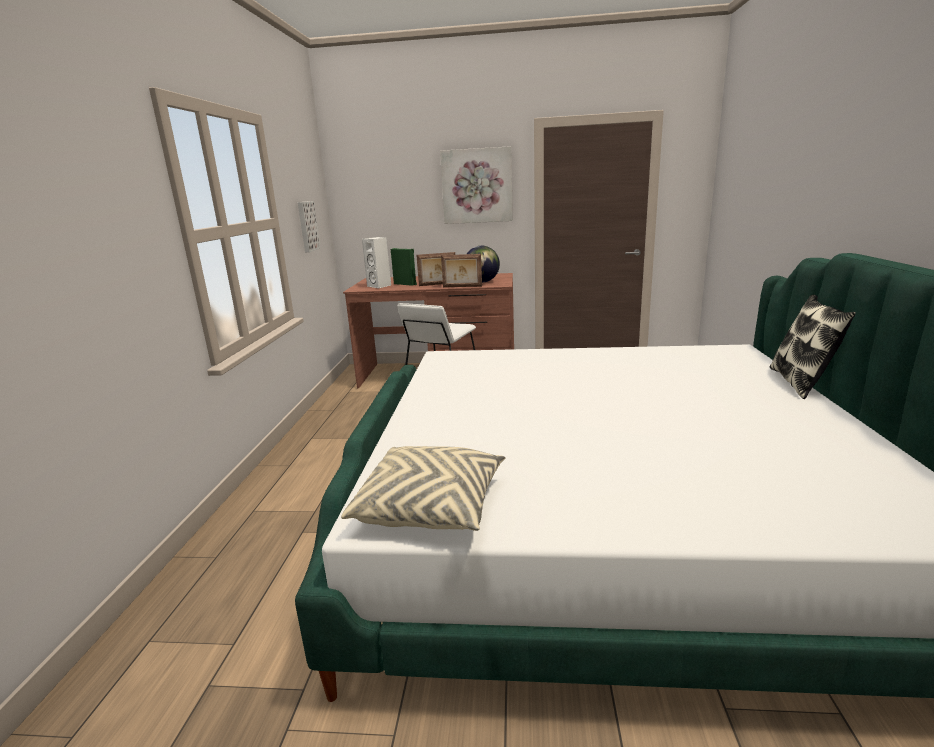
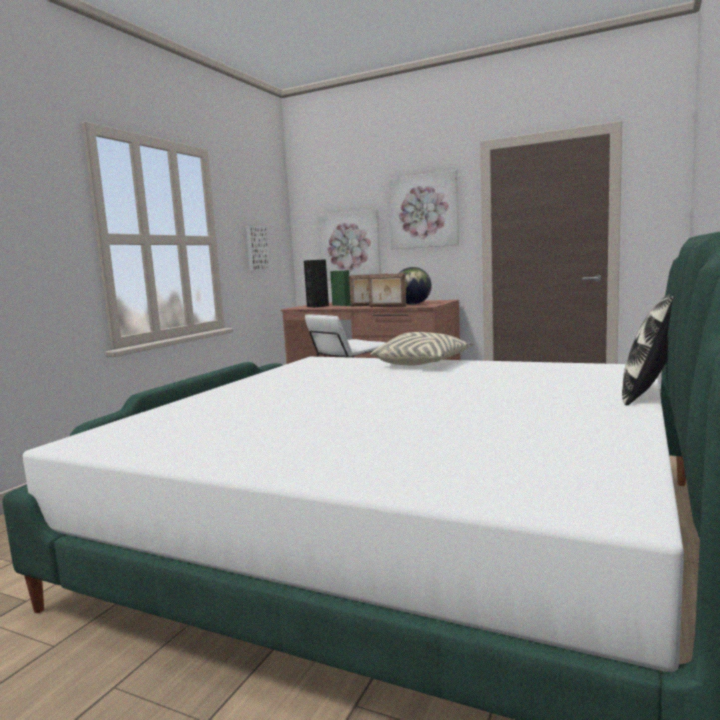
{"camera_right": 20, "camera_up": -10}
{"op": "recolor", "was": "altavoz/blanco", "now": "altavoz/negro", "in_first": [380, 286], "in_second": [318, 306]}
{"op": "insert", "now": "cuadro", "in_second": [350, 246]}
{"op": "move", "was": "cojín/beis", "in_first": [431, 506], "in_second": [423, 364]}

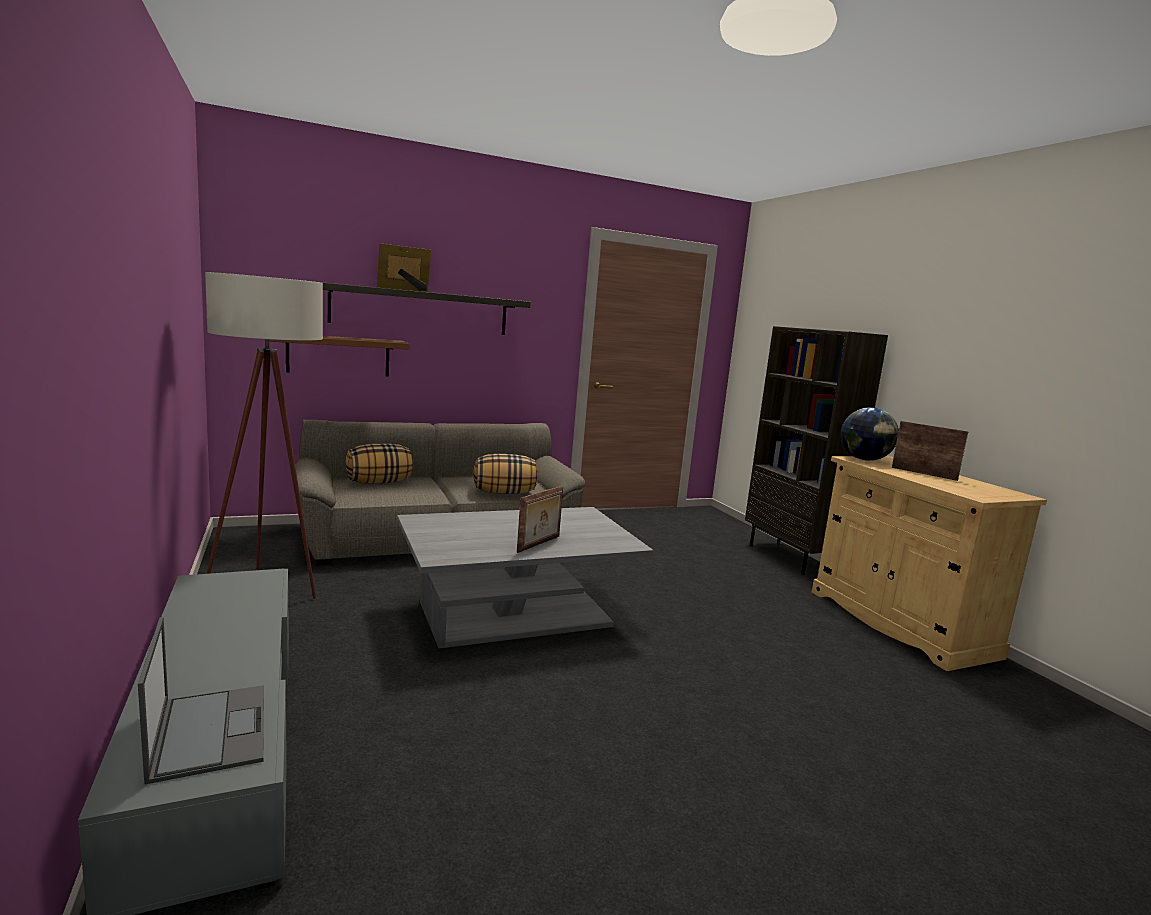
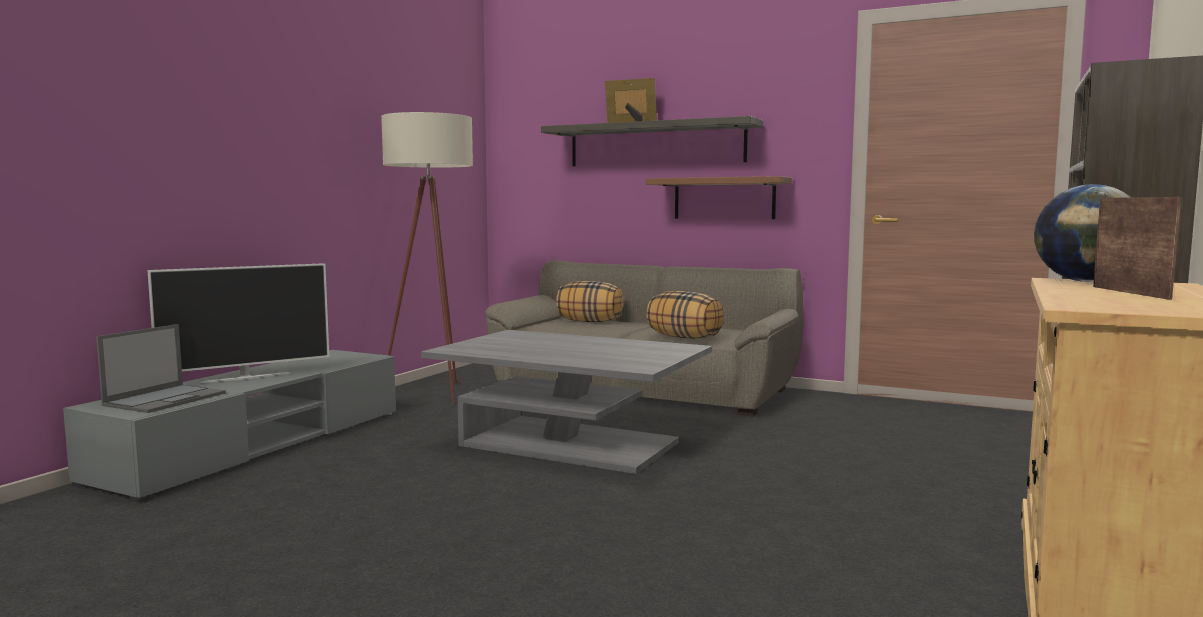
{"camera_right": 50, "camera_up": -5}
{"op": "insert", "now": "televisor", "in_second": [246, 377]}
{"op": "move", "was": "estante/marrón", "in_first": [338, 355], "in_second": [724, 198]}
{"op": "delete", "was": "portarretratos", "in_first": [539, 544]}

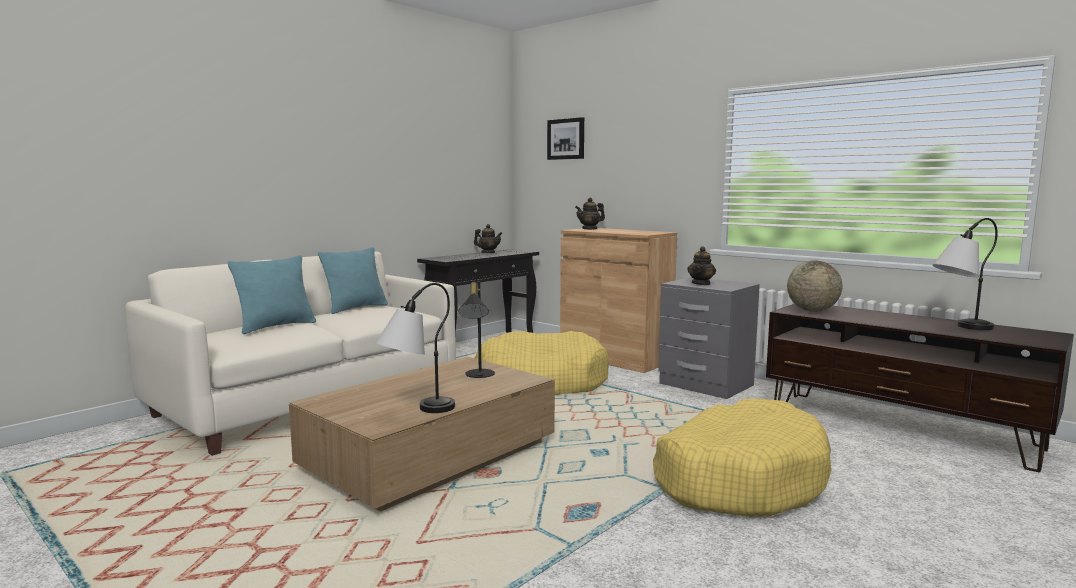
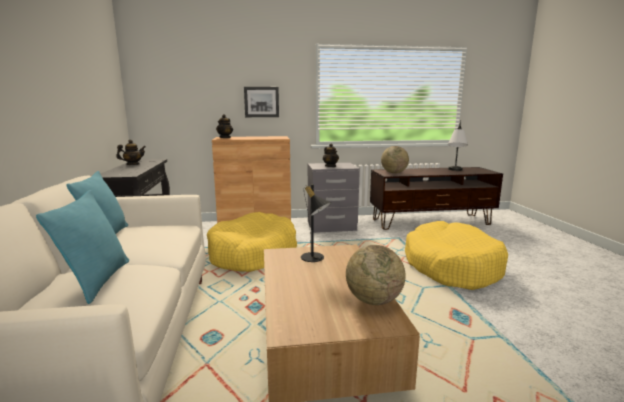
{"camera_right": -50, "camera_up": 5}
{"op": "move", "was": "cuadro", "in_first": [566, 139], "in_second": [261, 102]}
{"op": "replace", "was": "lámpara de mesa", "now": "globo terráqueo", "in_first": [416, 412], "in_second": [373, 300]}

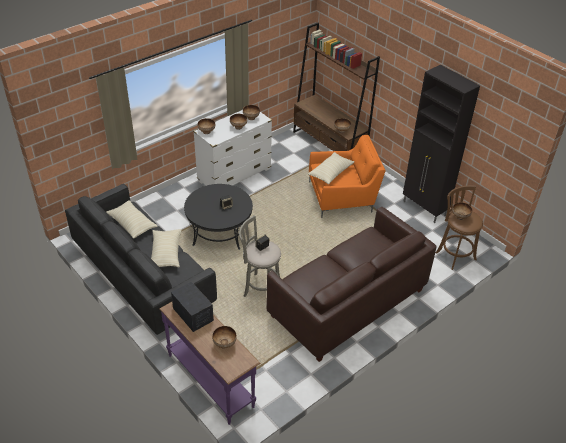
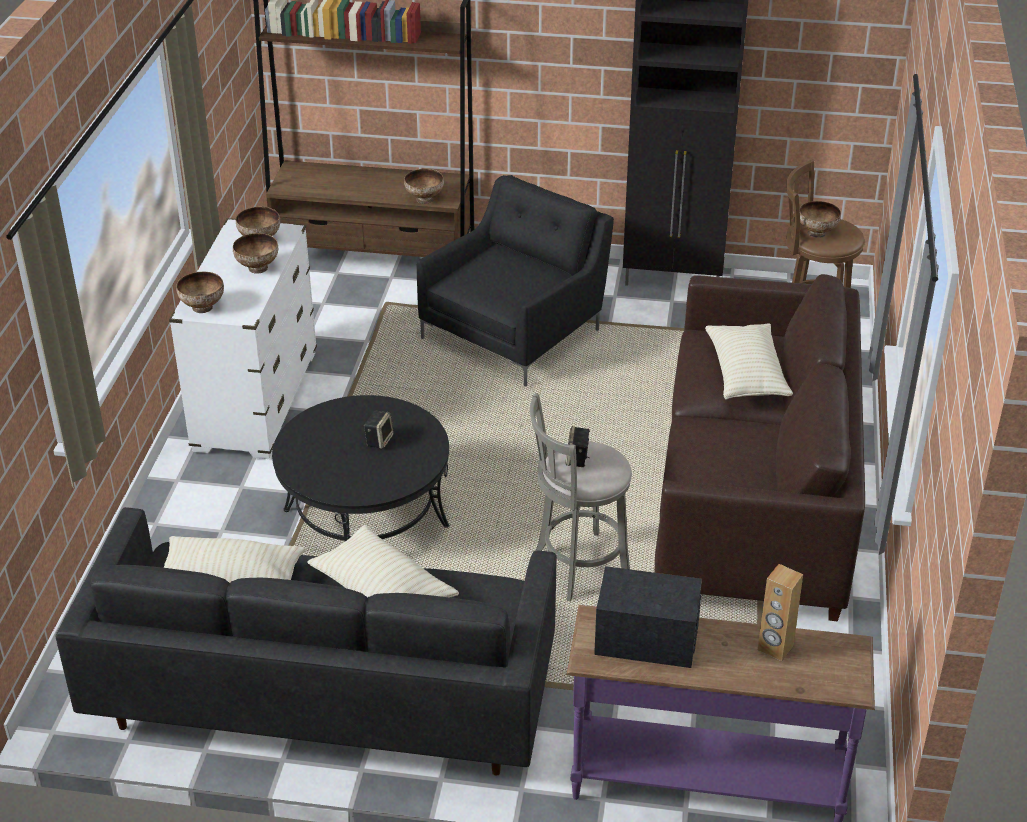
{"camera_right": -40, "camera_up": -5}
{"op": "recolor", "was": "sillón/naranja", "now": "sillón/negro", "in_first": [343, 197], "in_second": [515, 331]}
{"op": "move", "was": "cojín/beis", "in_first": [331, 173], "in_second": [746, 374]}
{"op": "replace", "was": "cuenco", "now": "altavoz/marrón", "in_first": [225, 344], "in_second": [775, 648]}

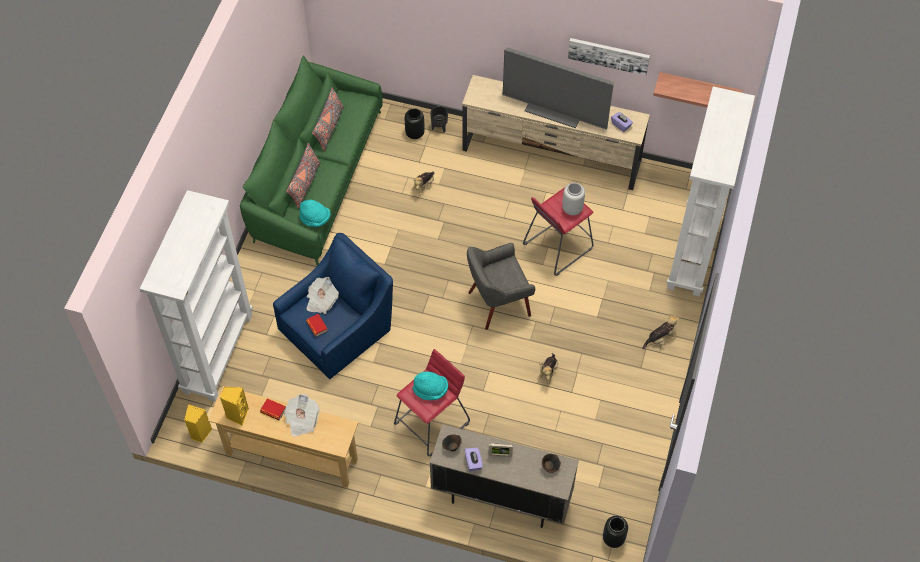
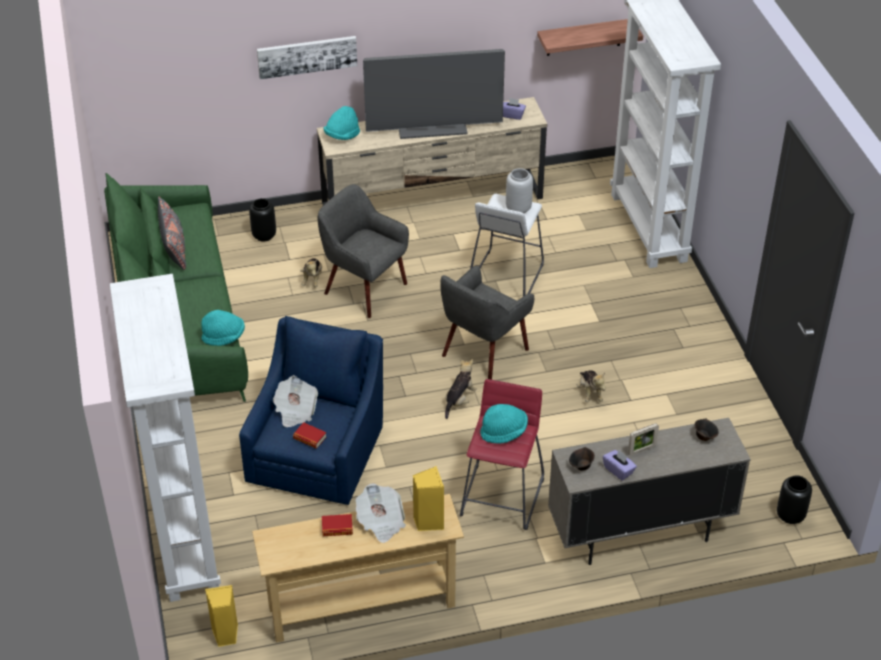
{"camera_right": -30, "camera_up": -15}
{"op": "move", "was": "cuadro", "in_first": [608, 55], "in_second": [307, 56]}
{"op": "insert", "now": "sillón/gris", "in_second": [364, 288]}
{"op": "insert", "now": "sombrero/turquesa", "in_second": [342, 136]}
{"op": "move", "was": "altavoz/amarillo", "in_first": [237, 415], "in_second": [428, 521]}
{"op": "move", "was": "peluche", "in_first": [660, 338], "in_second": [459, 400]}
{"op": "recolor", "was": "taburete/rojo", "now": "taburete/blanco", "in_first": [557, 247], "in_second": [505, 276]}
{"op": "delete", "was": "cojín/gris", "in_first": [305, 184]}
{"op": "delete", "was": "maceta/negro", "in_first": [439, 127]}

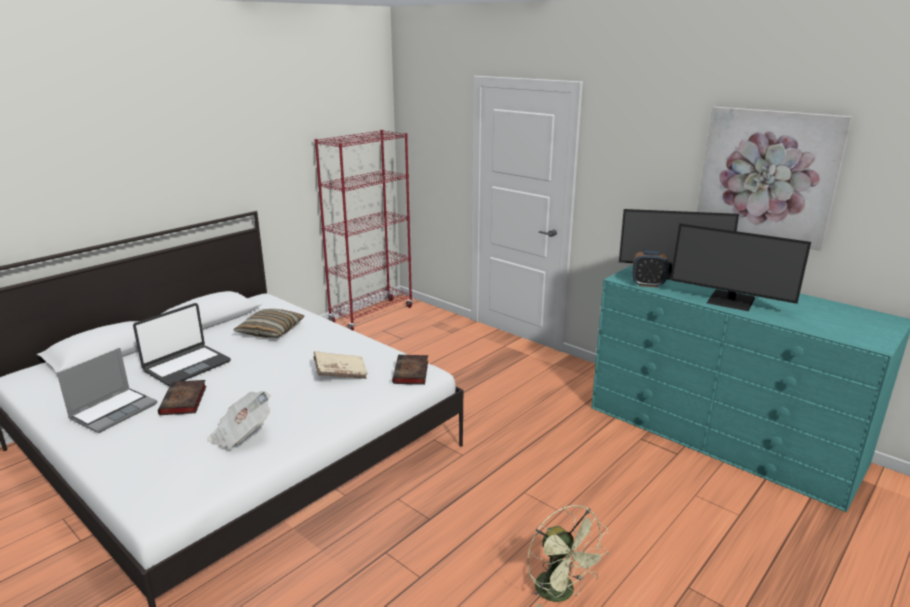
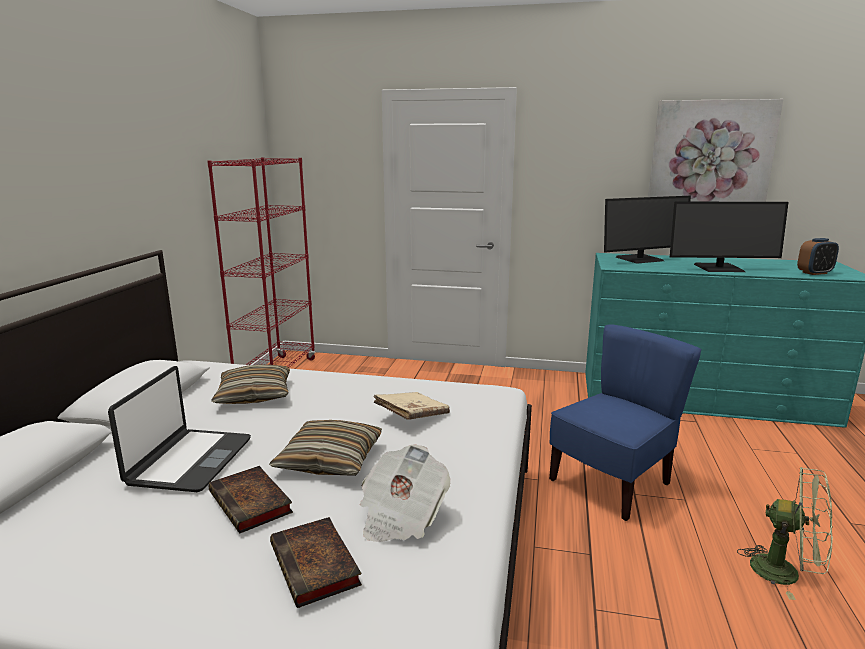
{"camera_right": -30, "camera_up": -5}
{"op": "insert", "now": "cojín", "in_second": [330, 460]}
{"op": "move", "was": "libro", "in_first": [411, 373], "in_second": [316, 567]}
{"op": "insert", "now": "silla/azul", "in_second": [611, 483]}
{"op": "move", "was": "despertador", "in_first": [647, 284], "in_second": [814, 273]}
{"op": "delete", "was": "portátil", "in_first": [114, 411]}

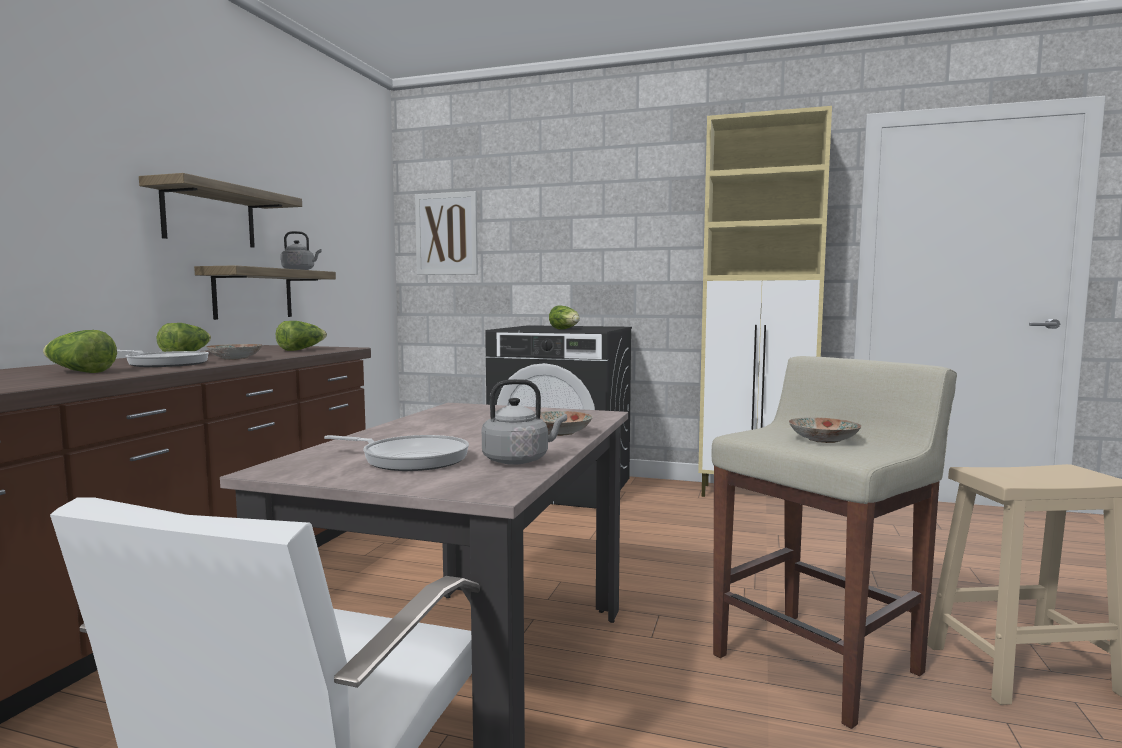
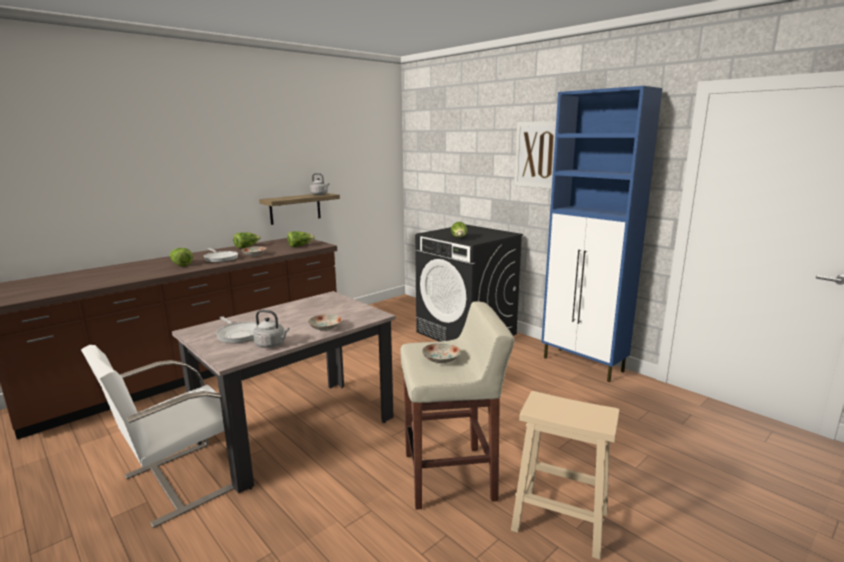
{"camera_right": 30, "camera_up": 10}
{"op": "move", "was": "cuadro", "in_first": [446, 234], "in_second": [538, 155]}
{"op": "recolor", "was": "armario/beis", "now": "armario/azul", "in_first": [756, 495], "in_second": [583, 365]}
{"op": "delete", "was": "estante", "in_first": [209, 216]}

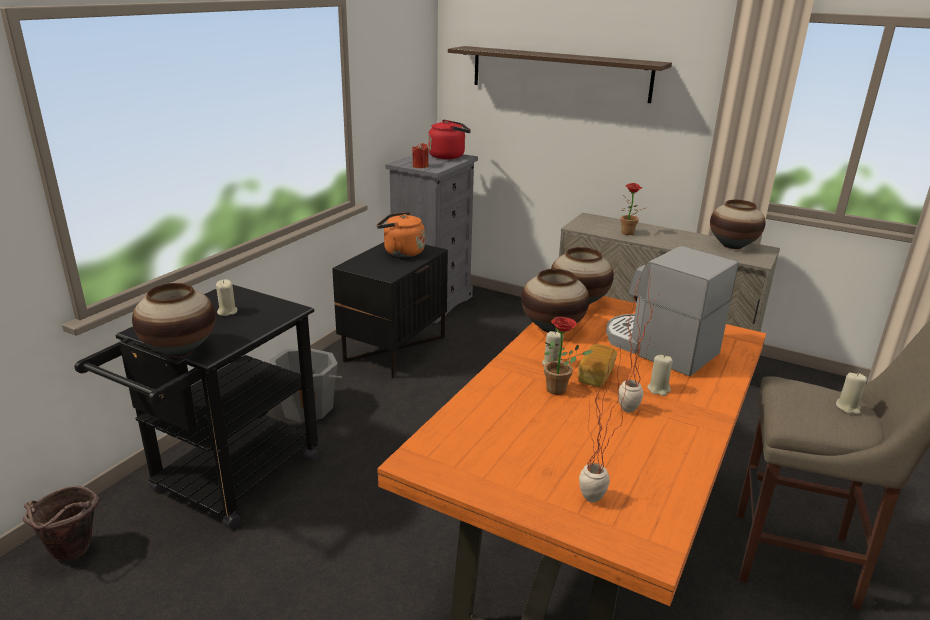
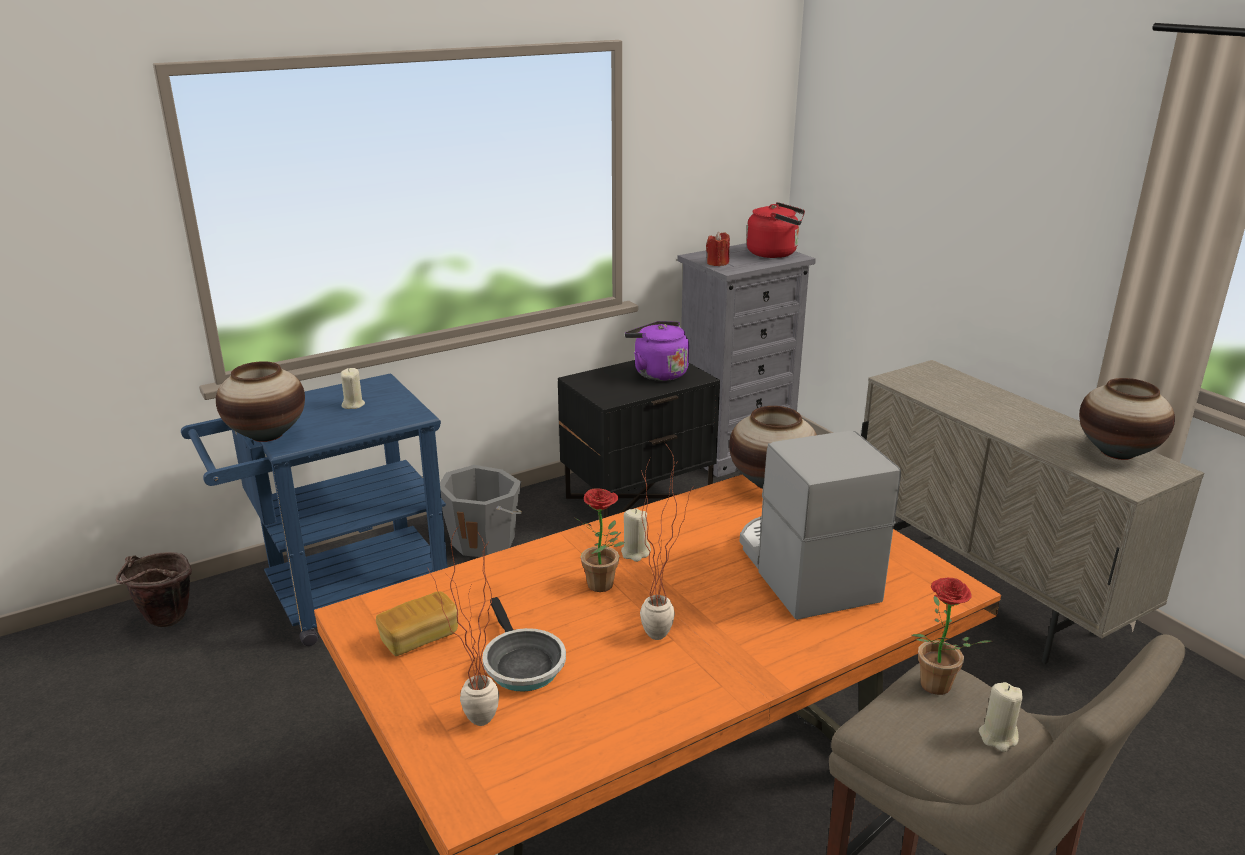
{"camera_right": 30, "camera_up": 0}
{"op": "recolor", "was": "carrito/negro", "now": "carrito/azul", "in_first": [227, 482], "in_second": [341, 597]}
{"op": "move", "was": "pan", "in_first": [595, 376], "in_second": [419, 638]}
{"op": "insert", "now": "sartén", "in_second": [521, 664]}
{"op": "recolor", "was": "hervidor/naranja", "now": "hervidor/morado", "in_first": [401, 252], "in_second": [657, 373]}
{"op": "move", "was": "planta en maceta", "in_first": [628, 234], "in_second": [934, 689]}
{"op": "delete", "was": "estante", "in_first": [559, 73]}
{"op": "delete", "was": "florero", "in_first": [552, 327]}
{"op": "delete", "was": "vela/beis", "in_first": [658, 389]}

